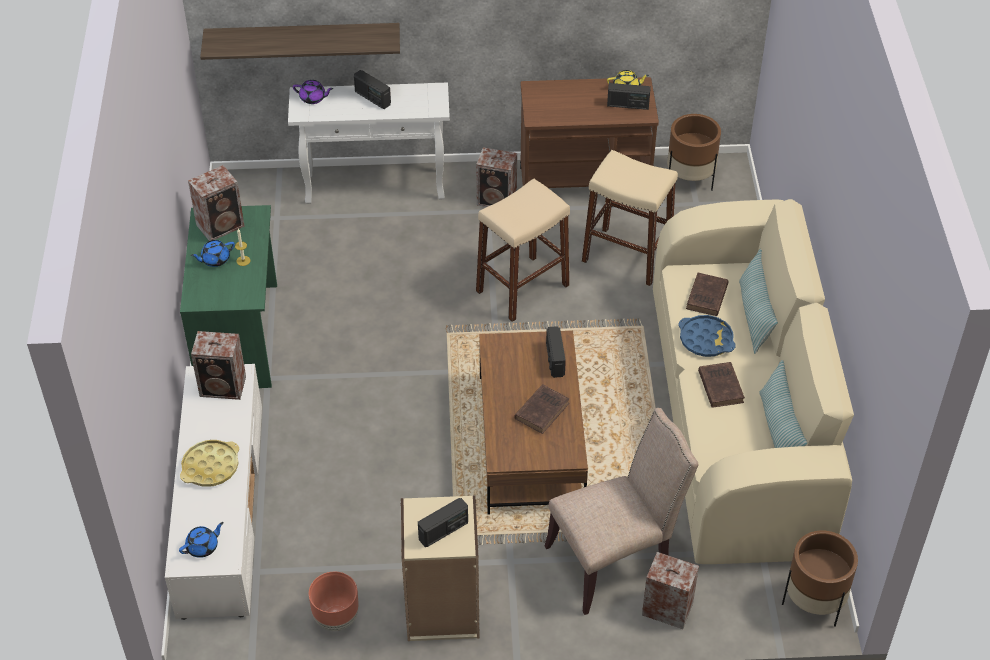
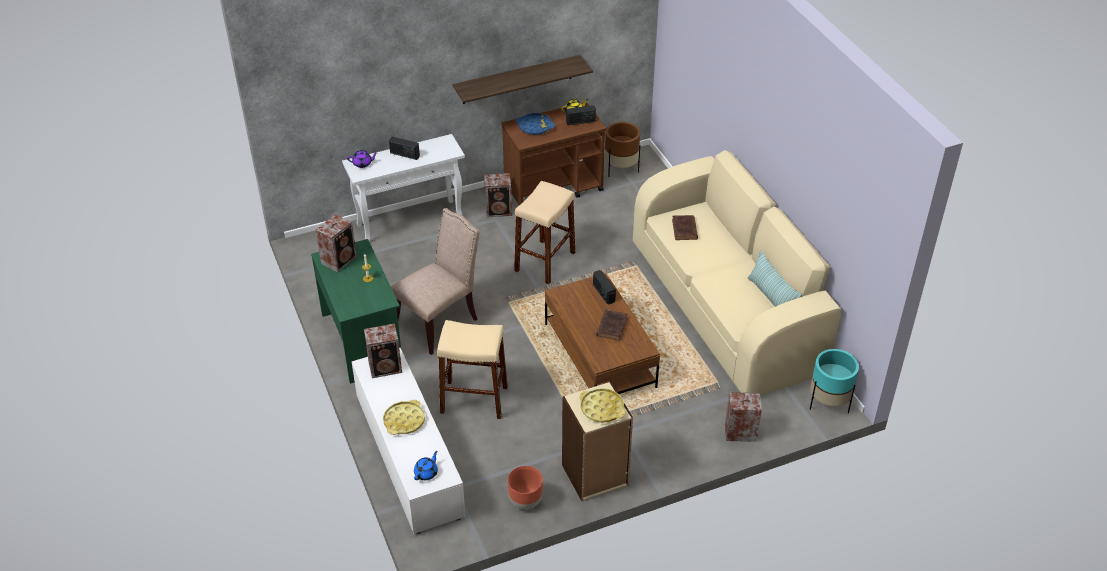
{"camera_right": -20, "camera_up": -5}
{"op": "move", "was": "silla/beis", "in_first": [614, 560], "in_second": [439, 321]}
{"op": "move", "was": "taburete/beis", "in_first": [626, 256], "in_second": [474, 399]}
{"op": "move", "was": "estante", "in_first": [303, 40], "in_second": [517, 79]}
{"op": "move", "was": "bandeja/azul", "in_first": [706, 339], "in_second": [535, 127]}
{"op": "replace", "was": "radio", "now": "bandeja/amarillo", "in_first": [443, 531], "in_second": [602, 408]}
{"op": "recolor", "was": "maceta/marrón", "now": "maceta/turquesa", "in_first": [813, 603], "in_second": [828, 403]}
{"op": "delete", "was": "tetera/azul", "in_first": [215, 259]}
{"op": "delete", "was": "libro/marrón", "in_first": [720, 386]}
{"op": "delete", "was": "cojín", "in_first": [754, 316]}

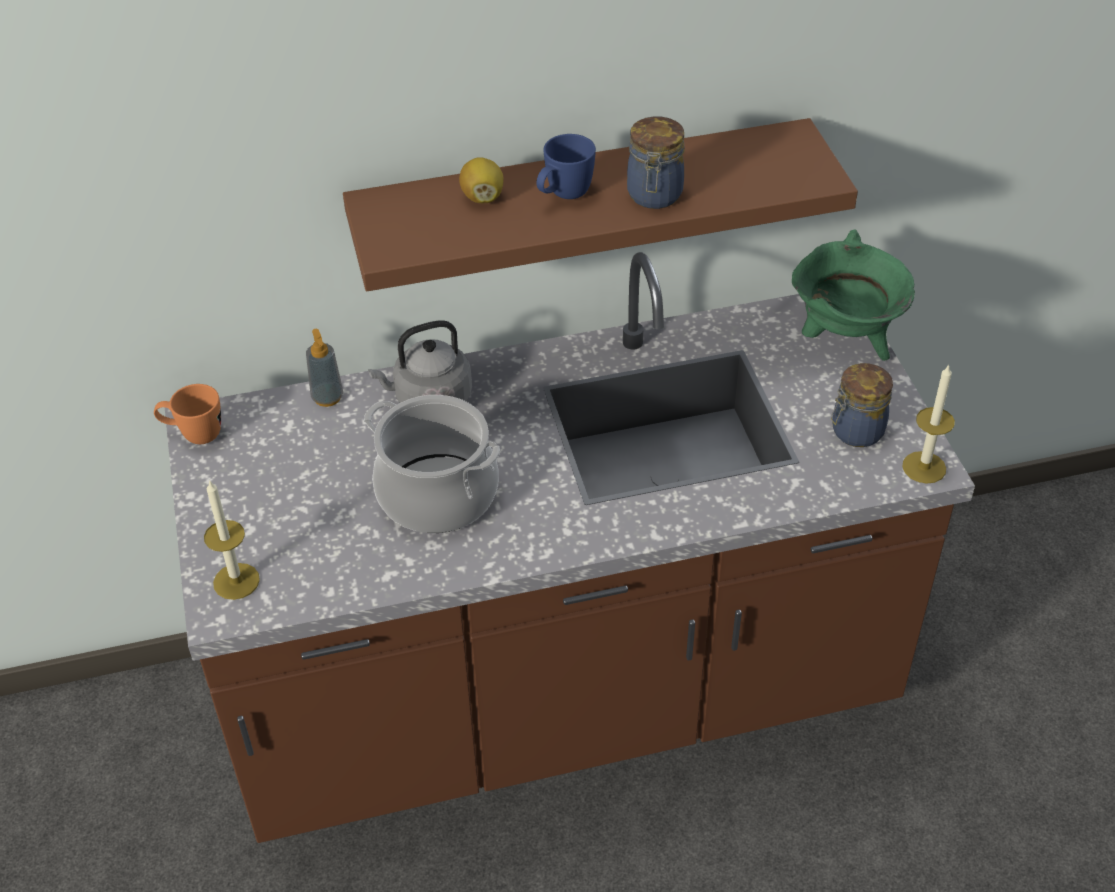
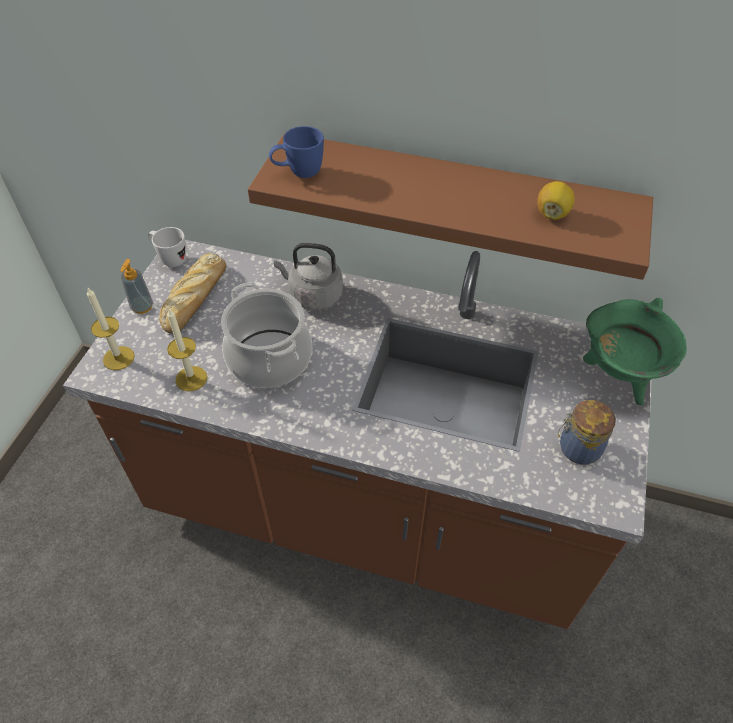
{"camera_right": 30, "camera_up": 5}
{"op": "move", "was": "dispensador de jabón", "in_first": [327, 397], "in_second": [142, 307]}
{"op": "recolor", "was": "taza grande/naranja", "now": "taza grande/blanco", "in_first": [193, 435], "in_second": [170, 259]}
{"op": "insert", "now": "pan", "in_second": [195, 299]}
{"op": "move", "was": "vela", "in_first": [924, 467], "in_second": [191, 378]}
{"op": "move", "was": "taza grande/azul", "in_first": [563, 196], "in_second": [298, 173]}
{"op": "move", "was": "limón", "in_first": [482, 197], "in_second": [552, 214]}
{"op": "delete", "was": "tarro", "in_first": [654, 196]}

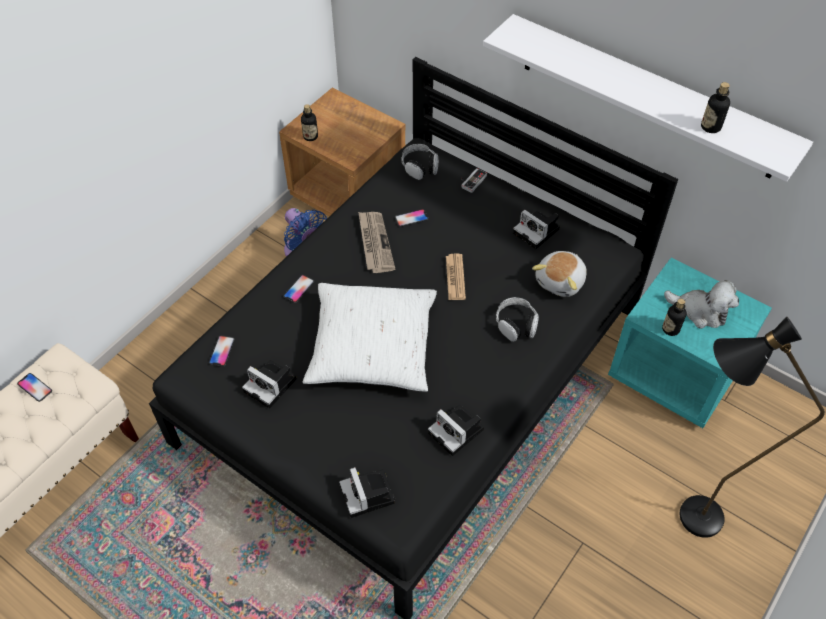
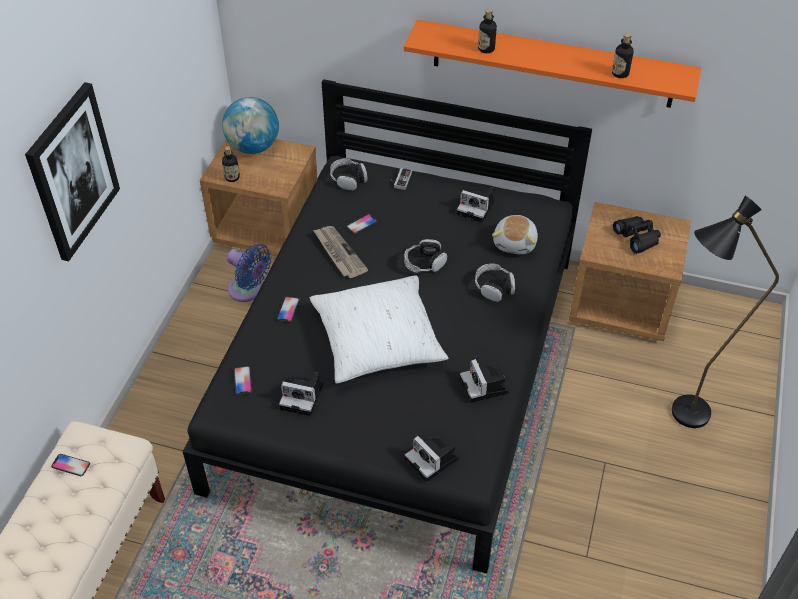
{"camera_right": -20, "camera_up": -5}
{"op": "insert", "now": "cuadro", "in_second": [72, 172]}
{"op": "insert", "now": "globo terráqueo", "in_second": [253, 147]}
{"op": "recolor", "was": "estante/blanco", "now": "estante/naranja", "in_first": [647, 97], "in_second": [552, 64]}
{"op": "replace", "was": "periódico", "now": "auriculares", "in_first": [455, 277], "in_second": [424, 263]}
{"op": "rotate", "was": "cámara", "in_first": [458, 432], "in_second": [485, 387], "clockwise": 45}
{"op": "move", "was": "botella", "in_first": [670, 329], "in_second": [486, 49]}
{"op": "recolor", "was": "mesita de noche/turquesa", "now": "mesita de noche/marrón", "in_first": [674, 373], "in_second": [621, 305]}
{"op": "replace", "was": "peluche", "now": "prismáticos/negro", "in_first": [700, 311], "in_second": [637, 238]}

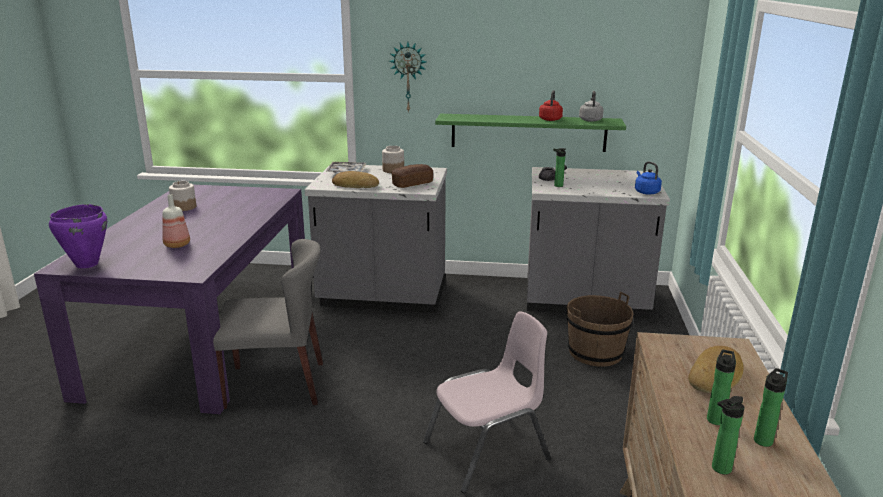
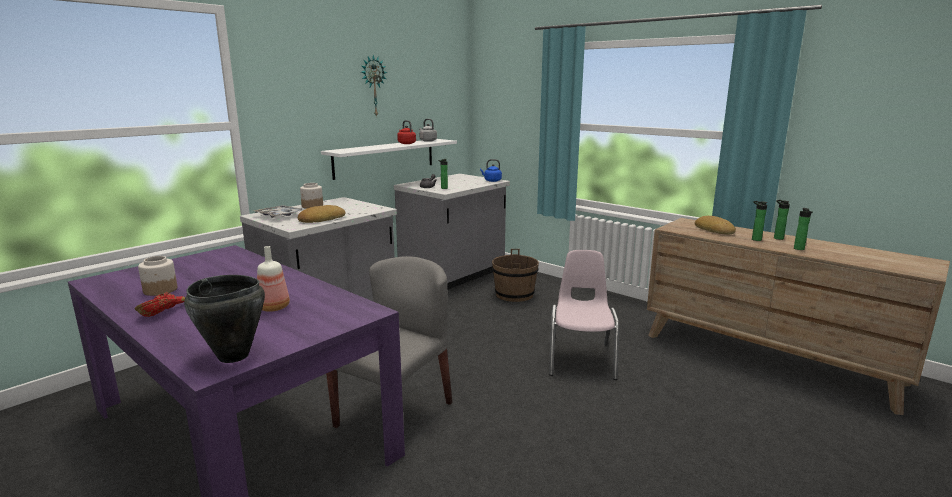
{"camera_right": -55, "camera_up": -5}
{"op": "insert", "now": "cuenco/rojo", "in_second": [162, 312]}
{"op": "recolor", "was": "olla/morado", "now": "olla/negro", "in_first": [86, 264], "in_second": [233, 356]}
{"op": "recolor", "was": "estante/verde", "now": "estante/blanco", "in_first": [528, 132], "in_second": [385, 158]}
{"op": "move", "was": "reloj de pared", "in_first": [408, 77], "in_second": [373, 86]}
{"op": "delete", "was": "pan", "in_first": [412, 184]}

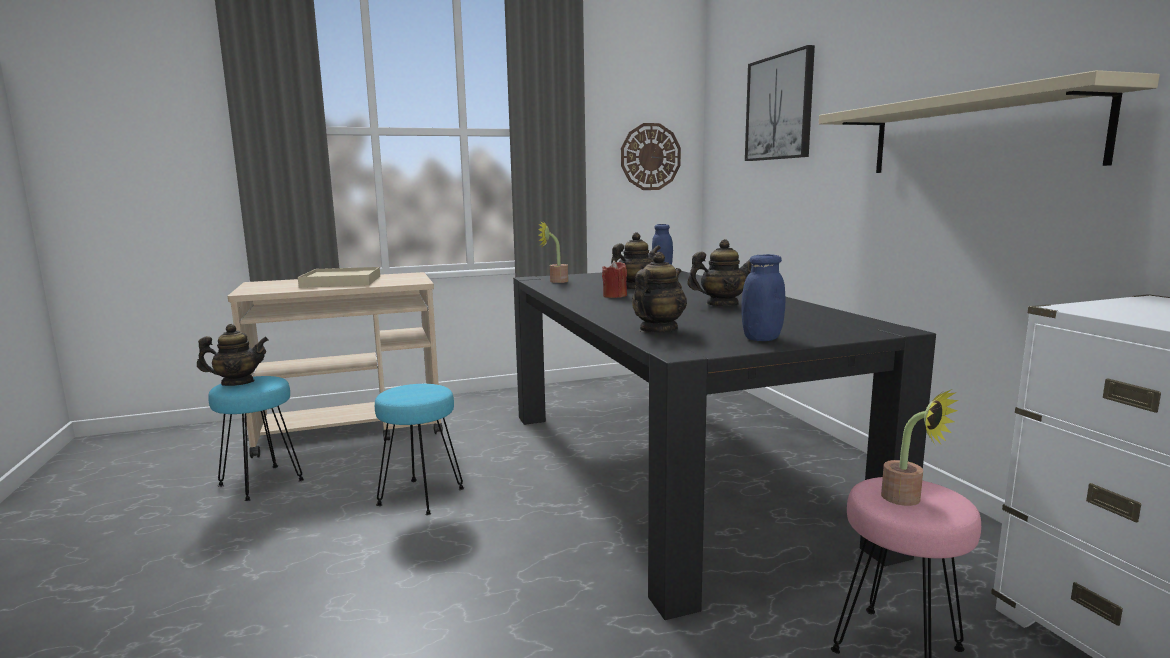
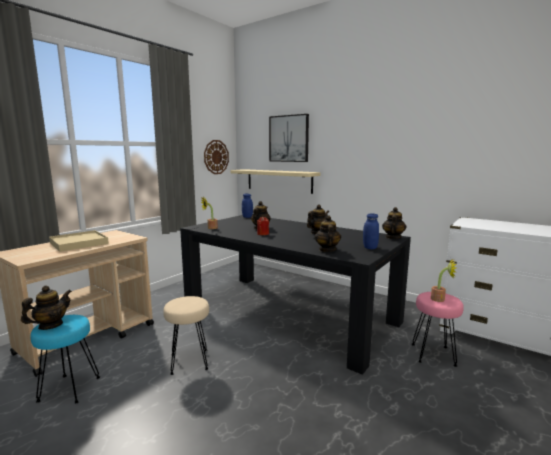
{"camera_right": -35, "camera_up": 0}
{"op": "recolor", "was": "taburete/turquesa", "now": "taburete/beis", "in_first": [422, 496], "in_second": [189, 361]}
{"op": "move", "was": "estante/beis", "in_first": [976, 135], "in_second": [279, 180]}
{"op": "insert", "now": "tetera", "in_second": [393, 237]}

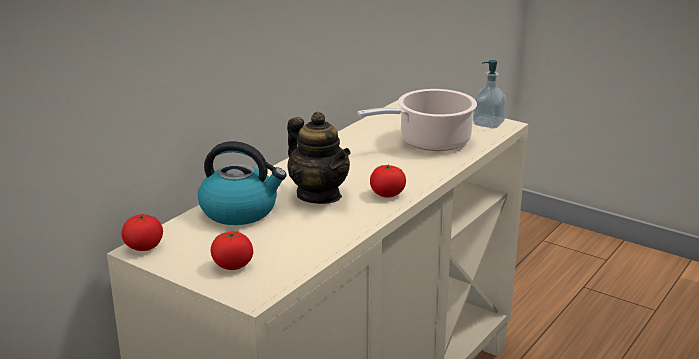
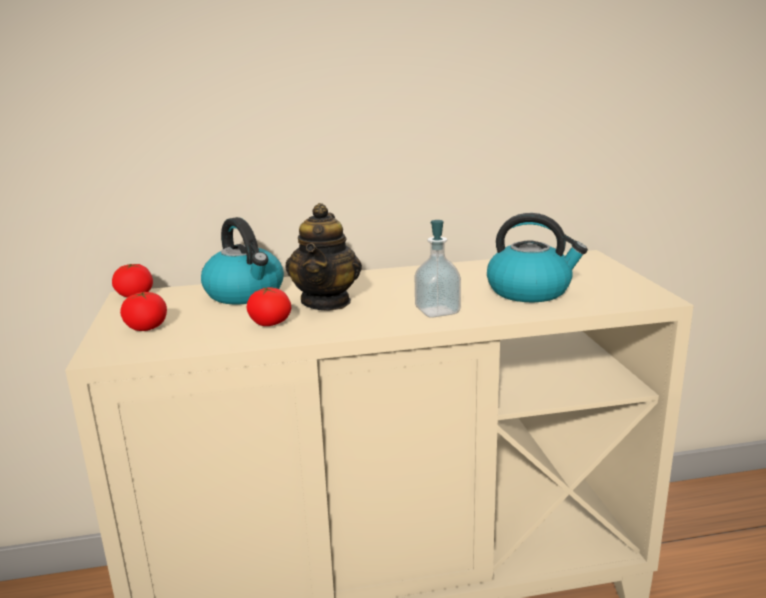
{"camera_right": 45, "camera_up": -5}
{"op": "move", "was": "tomate", "in_first": [387, 194], "in_second": [270, 323]}
{"op": "move", "was": "dispensador de jabón", "in_first": [488, 123], "in_second": [437, 311]}
{"op": "replace", "was": "olla", "now": "hervidor", "in_first": [430, 142], "in_second": [530, 291]}

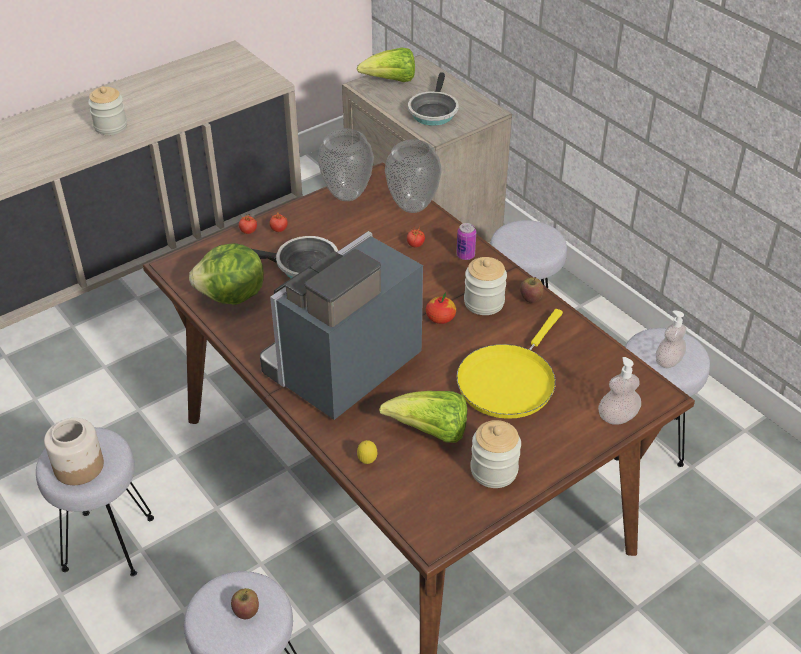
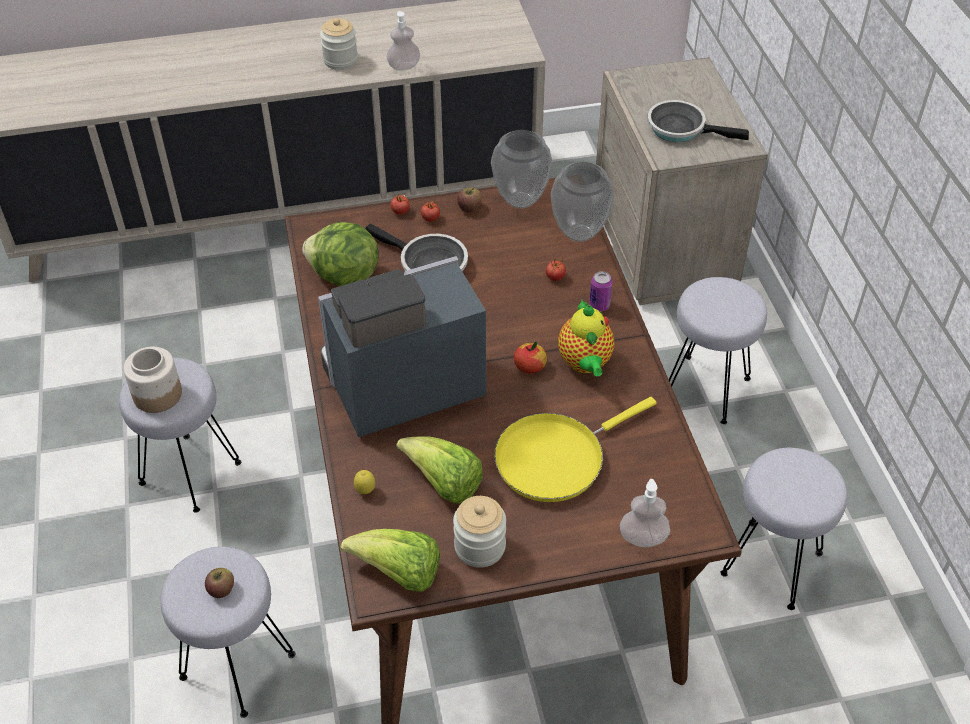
{"camera_right": 25, "camera_up": 5}
{"op": "move", "was": "lechuga", "in_first": [391, 81], "in_second": [399, 573]}
{"op": "move", "was": "dispensador de jabón", "in_first": [668, 361], "in_second": [404, 66]}
{"op": "move", "was": "manzana", "in_first": [530, 298], "in_second": [469, 208]}
{"op": "replace", "was": "tarro", "now": "tetera", "in_first": [484, 302], "in_second": [585, 364]}
{"op": "rotate", "was": "sartén", "in_first": [433, 111], "in_second": [681, 128], "clockwise": 75}

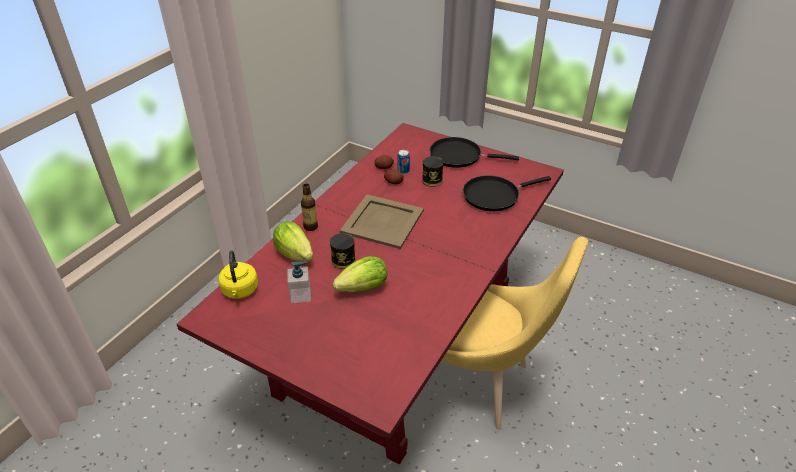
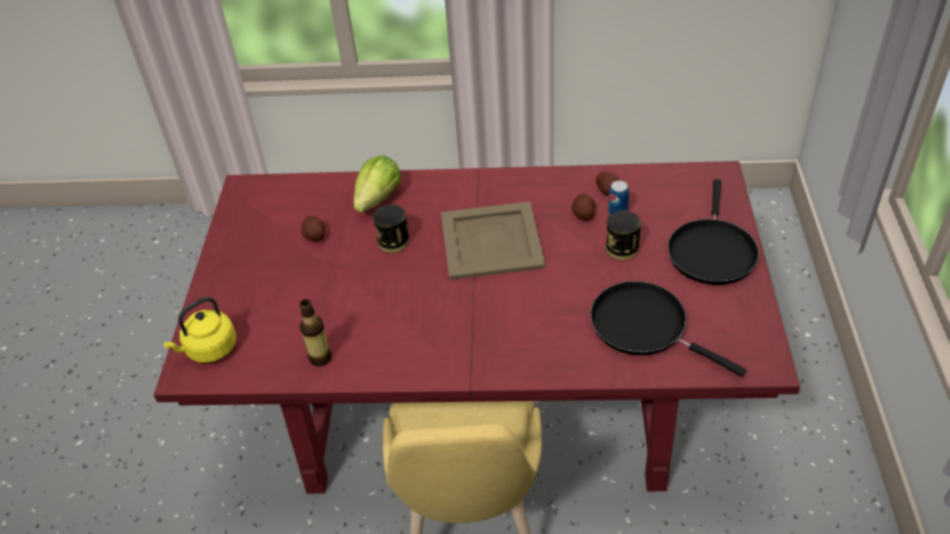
{"camera_right": 65, "camera_up": 5}
{"op": "move", "was": "hervidor/amarillo", "in_first": [240, 291], "in_second": [209, 349]}
{"op": "move", "was": "botella", "in_first": [310, 227], "in_second": [320, 358]}
{"op": "replace", "was": "dispensador de jabón", "now": "patata", "in_first": [301, 295], "in_second": [315, 236]}
{"op": "rotate", "was": "sartén/negro", "in_first": [459, 156], "in_second": [711, 251], "clockwise": -150}
{"op": "delete", "was": "lechuga", "in_first": [363, 288]}

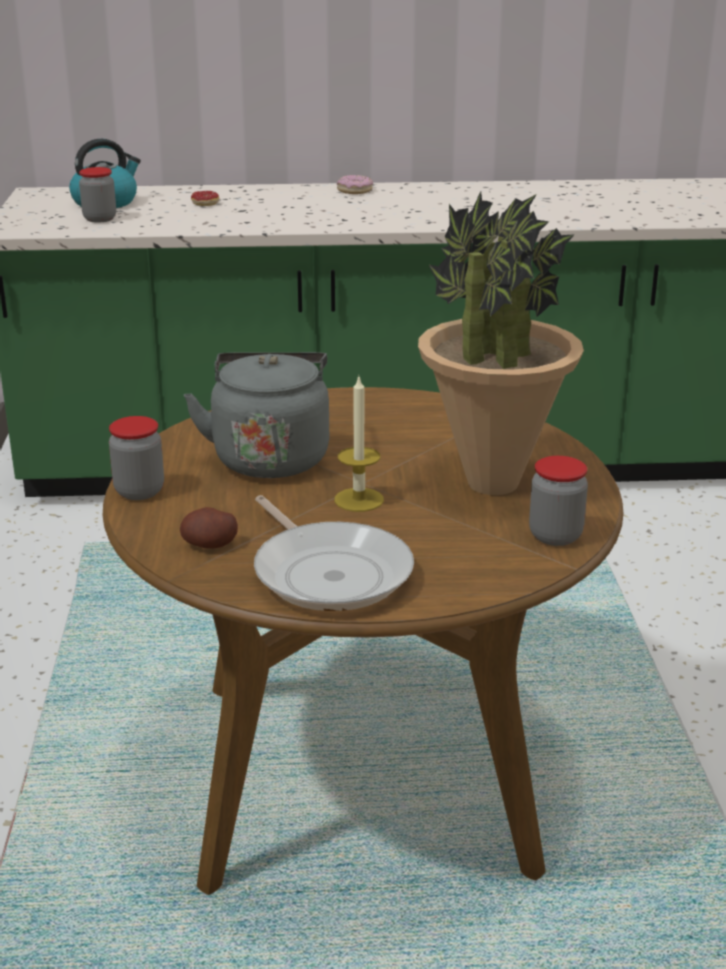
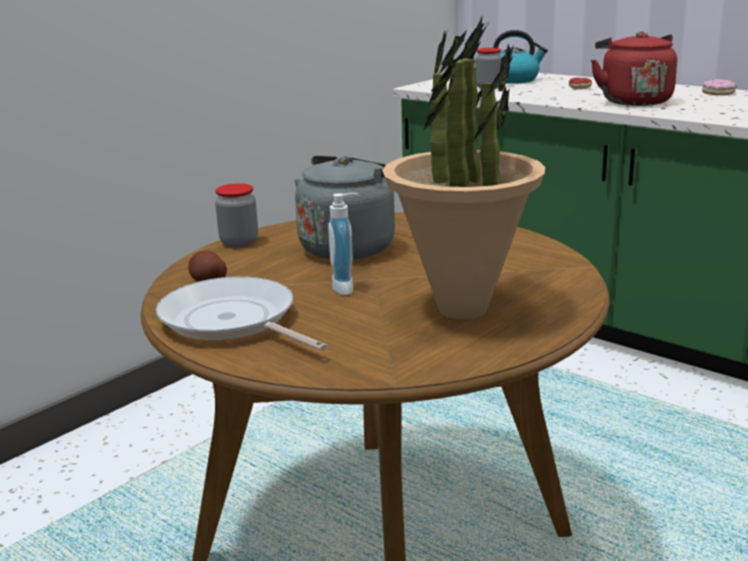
{"camera_right": 45, "camera_up": -5}
{"op": "rotate", "was": "sartén", "in_first": [329, 572], "in_second": [232, 321], "clockwise": 120}
{"op": "replace", "was": "vela", "now": "dispensador de jabón", "in_first": [359, 500], "in_second": [347, 287]}
{"op": "insert", "now": "hervidor/rojo", "in_second": [633, 101]}
{"op": "delete", "was": "tarro", "in_first": [555, 536]}

